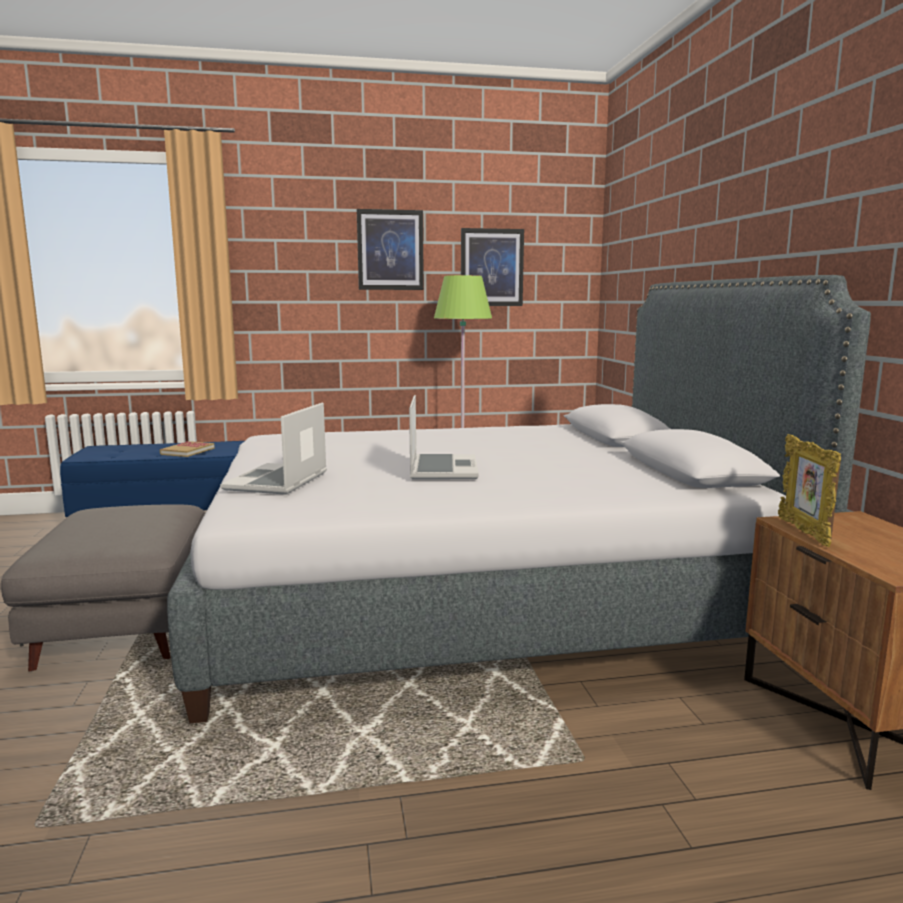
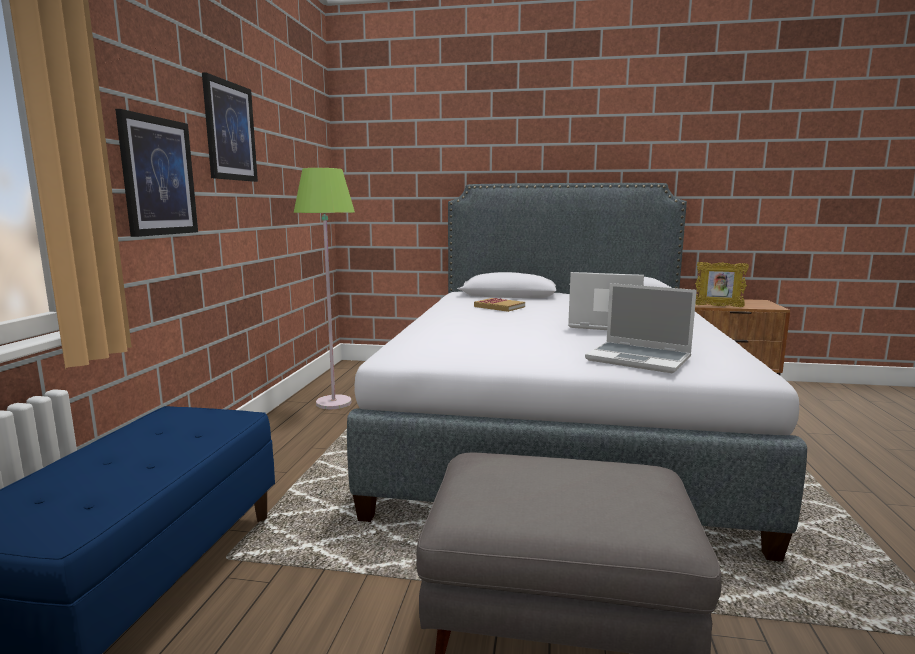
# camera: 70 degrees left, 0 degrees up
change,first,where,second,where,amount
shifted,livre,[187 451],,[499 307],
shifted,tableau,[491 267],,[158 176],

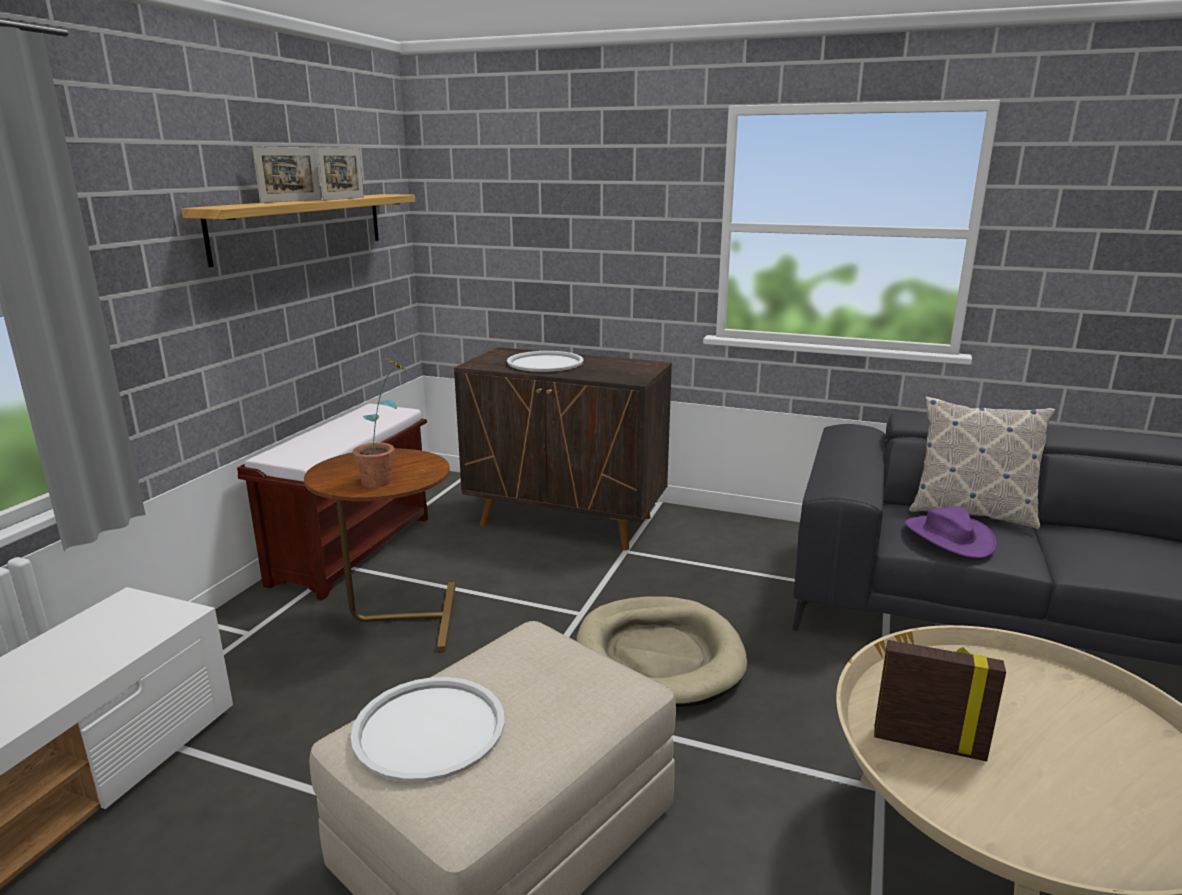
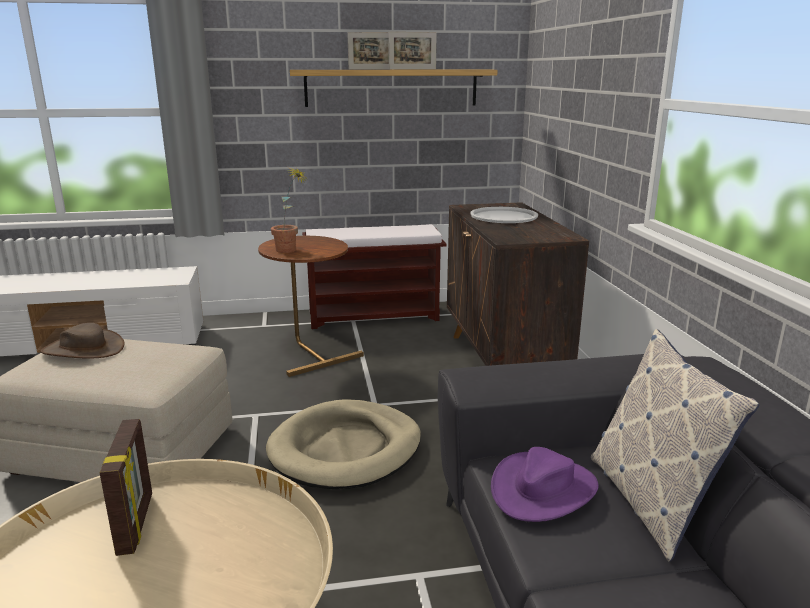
# camera: 60 degrees right, 0 degrees up
change,first,where,second,where,amount
swapped,plateau (blanc),[429 729],chapeau (marron),[83 349],

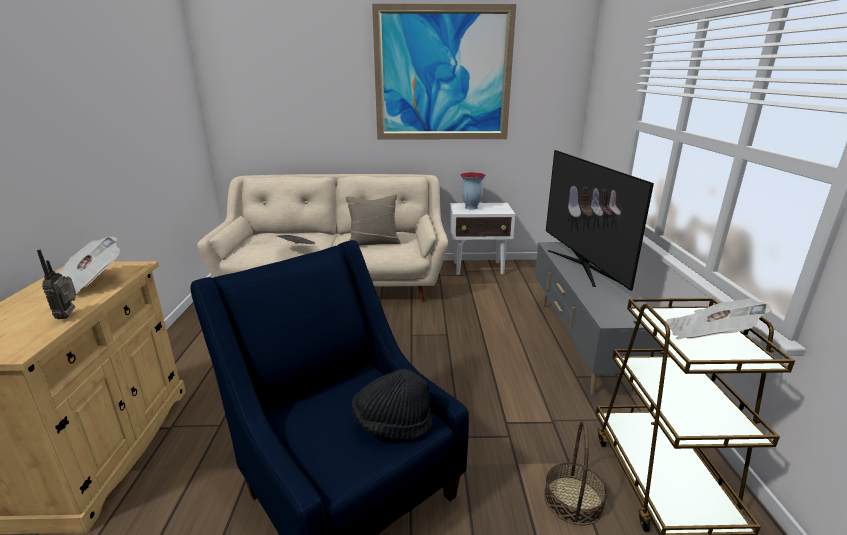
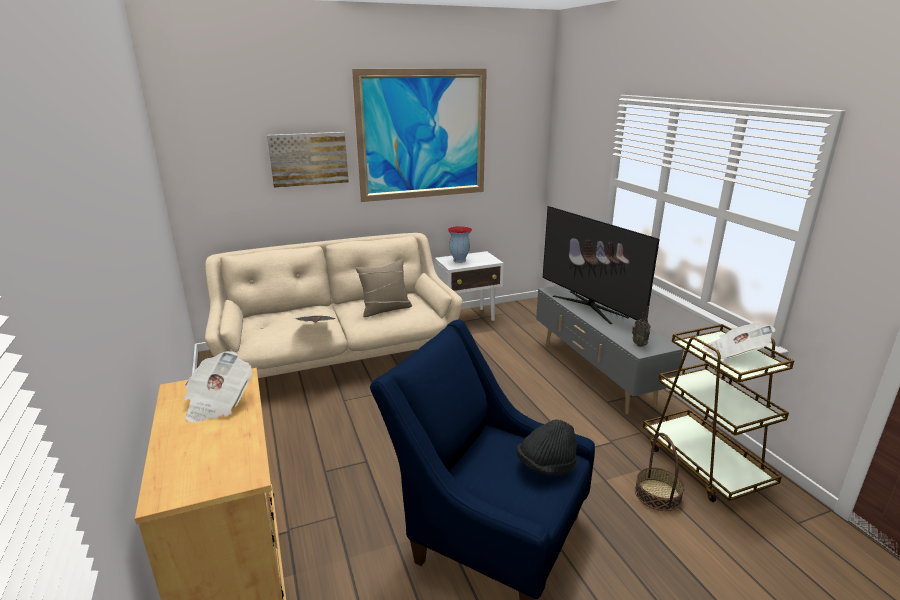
# camera: 20 degrees left, 0 degrees up
change,first,where,second,where,amount
shifted,radio,[70 316],,[639 344],
new,,,tableau,[308 159],

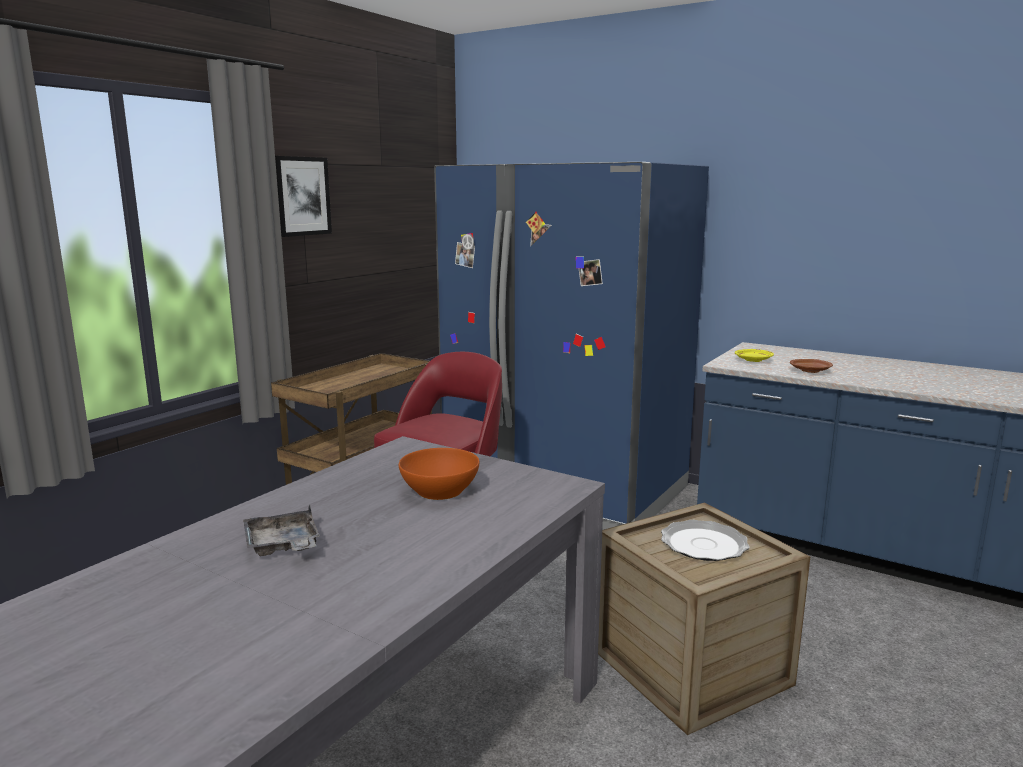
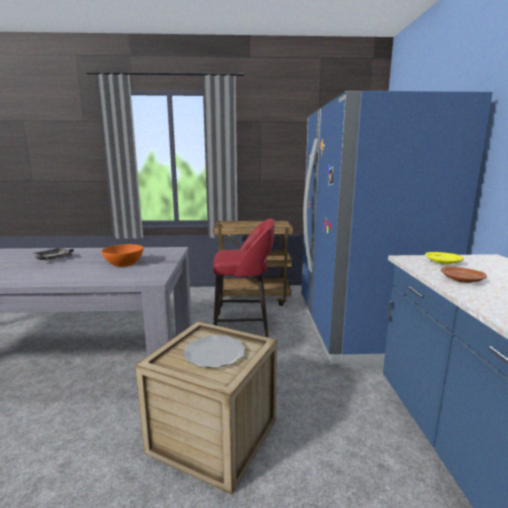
# camera: 55 degrees right, 0 degrees up
change,first,where,second,where,amount
gone,tableau,[301 196],,,

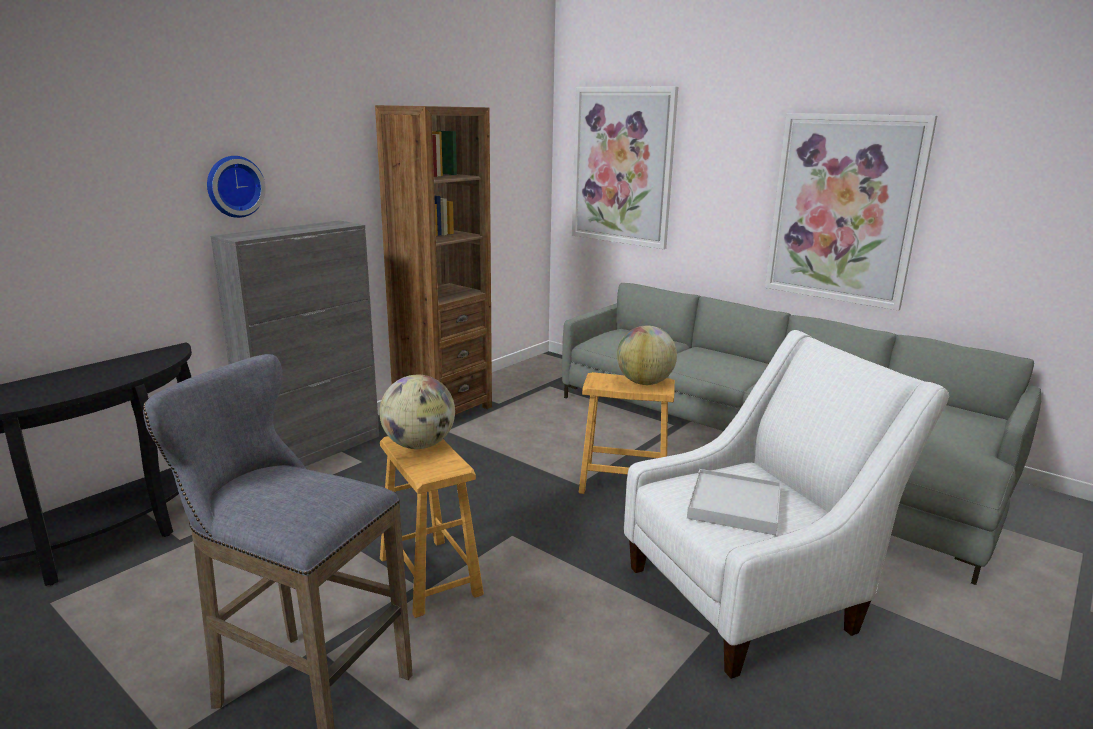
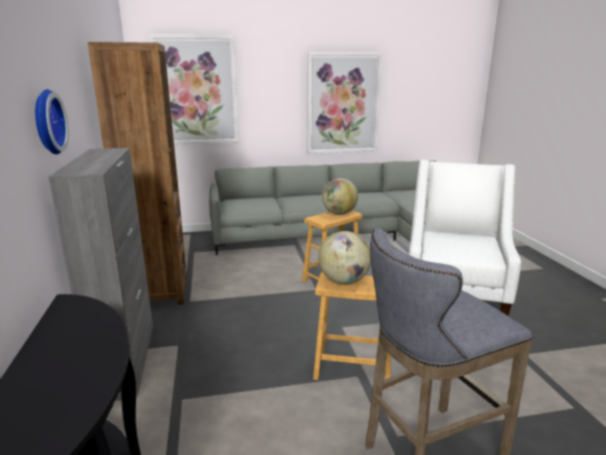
# camera: 50 degrees left, 0 degrees up
change,first,where,second,where,amount
gone,plateau (blanc),[734 505],,,

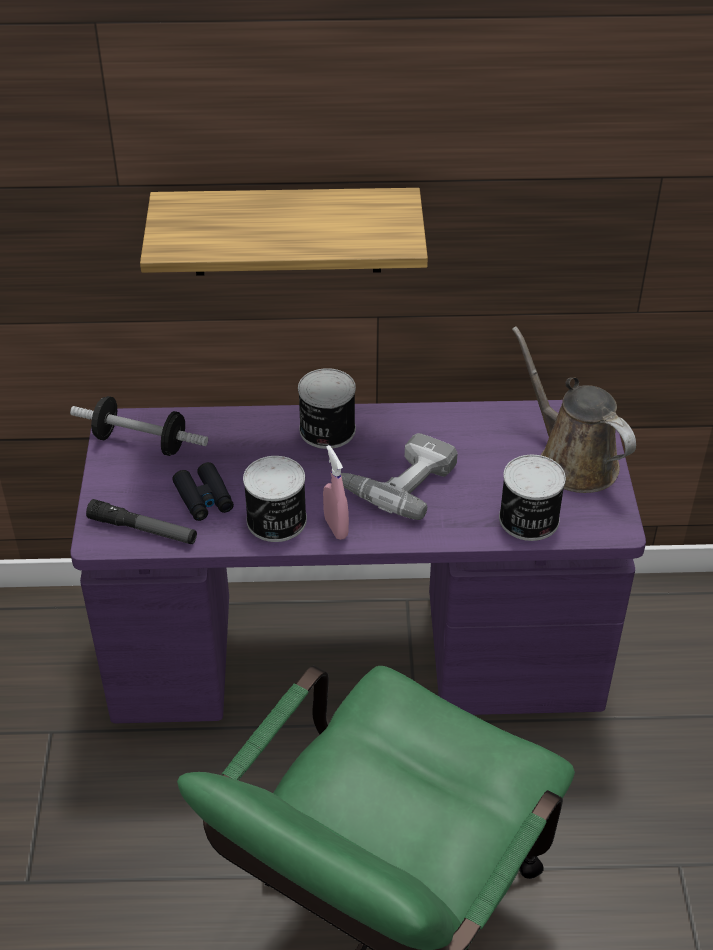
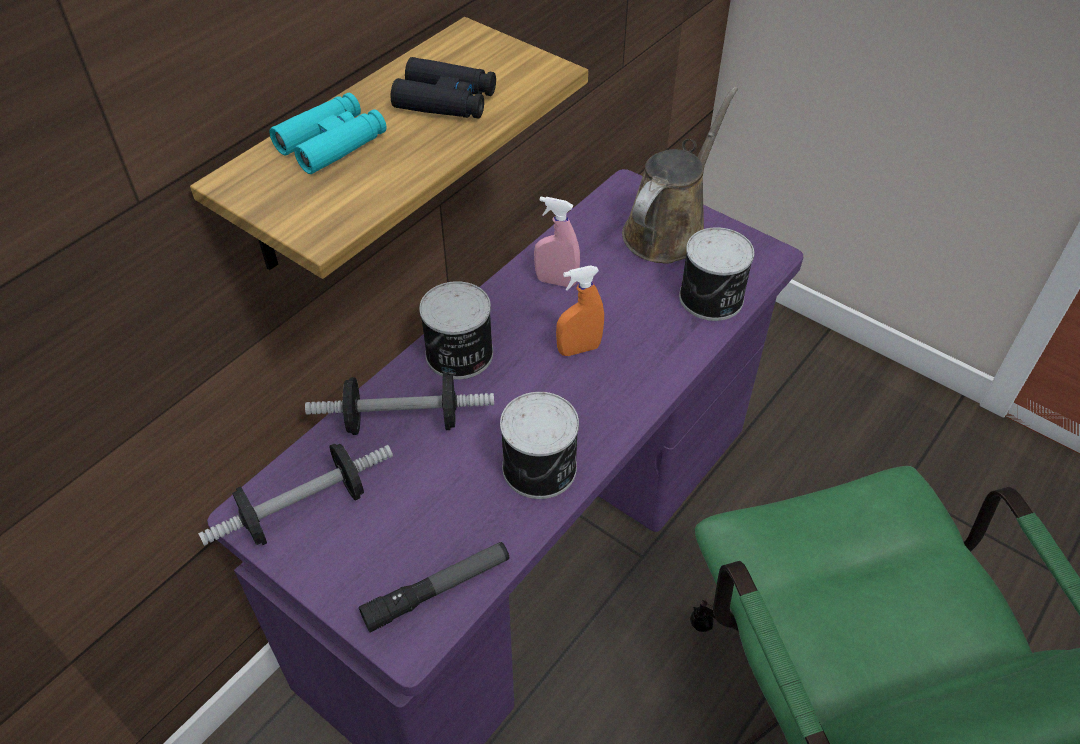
# camera: 50 degrees left, 5 degrees up
change,first,where,second,where,amount
shifted,jumelles (noir),[204 498],,[446 100],
shifted,vaporisateur (rose),[336 528],,[556 281],
swapped,perceuse,[397 481],vaporisateur (orange),[579 349],
rotated,arrosoir (marron),[572 460],,[669 230],120 degrees clockwise
new,,,jumelles (turquoise),[332 143],
new,,,haltère,[403 421],

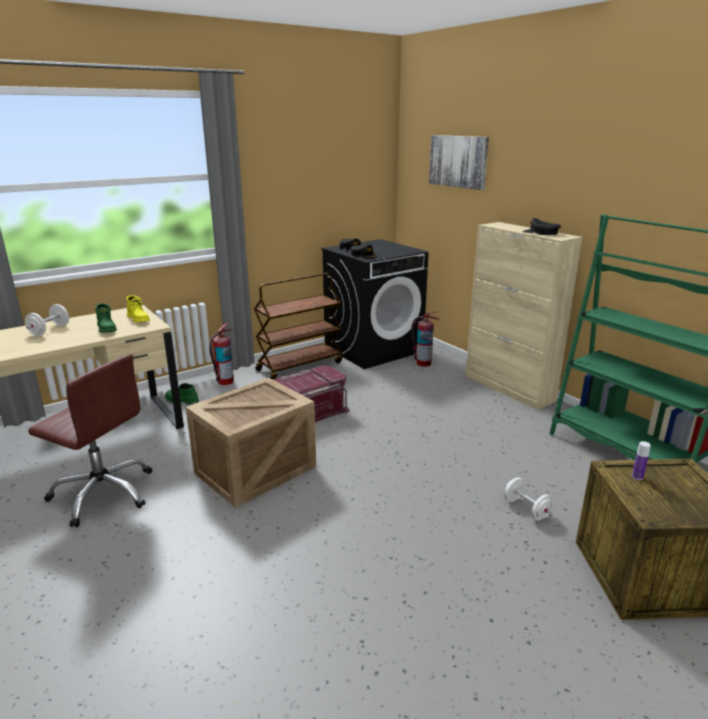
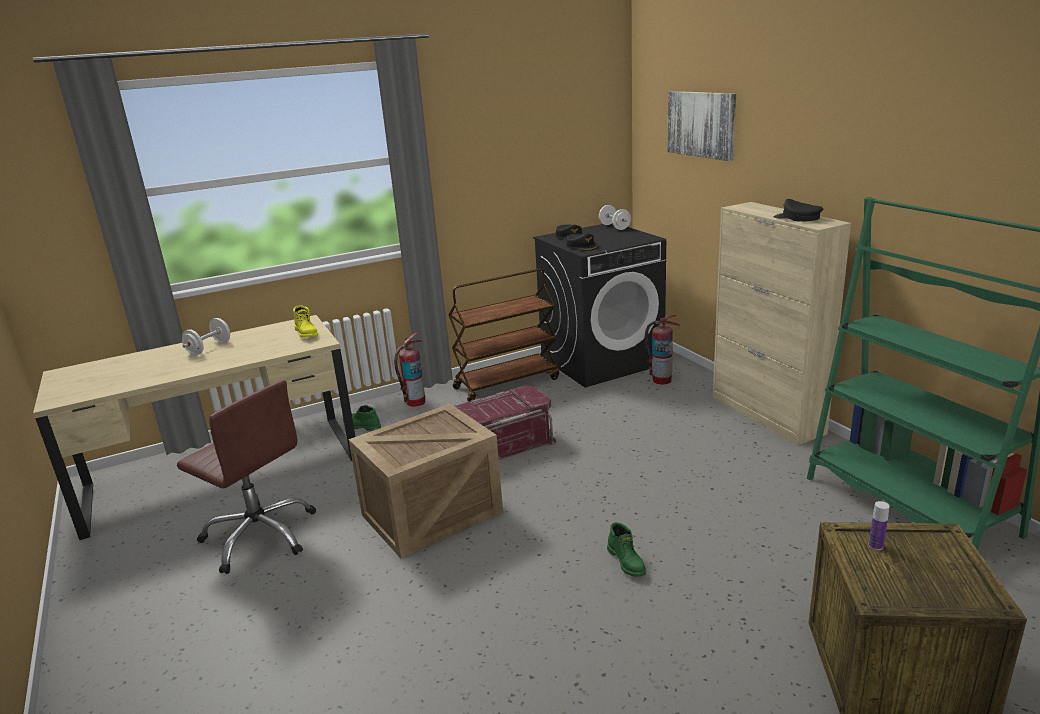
# camera: 10 degrees right, 0 degrees up
change,first,where,second,where,amount
shifted,botte (vert),[107 329],,[627 562],
shifted,haltère (blanc),[526 509],,[614 227],

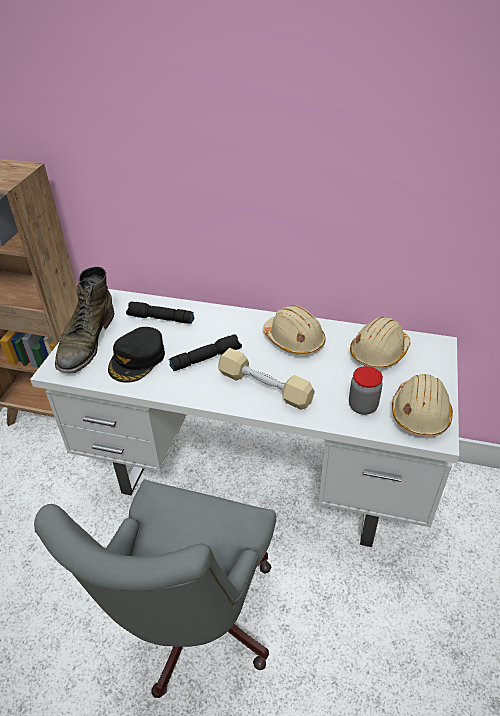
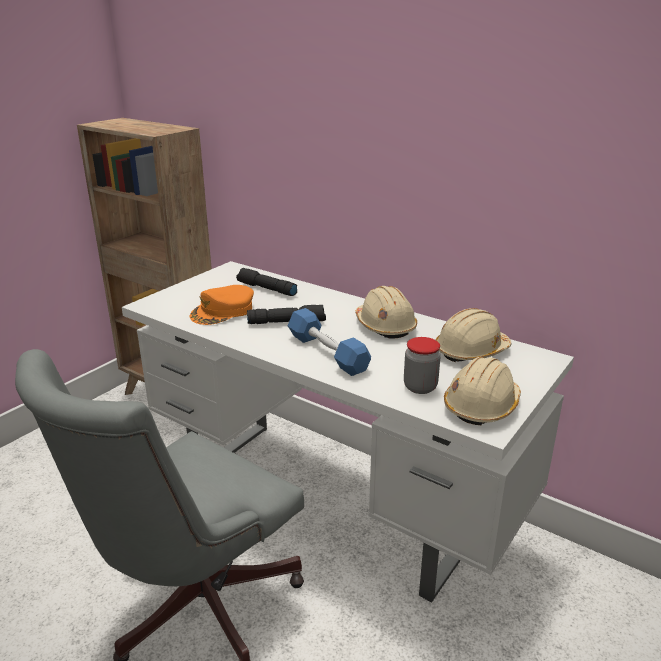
# camera: 20 degrees right, 15 degrees down
change,first,where,second,where,amount
gone,botte (vert),[86 341],,,
repainted,casquette (noir),[137 359],casquette (orange),[223 311],
repainted,haltère (beige),[264 387],haltère (bleu),[327 353],

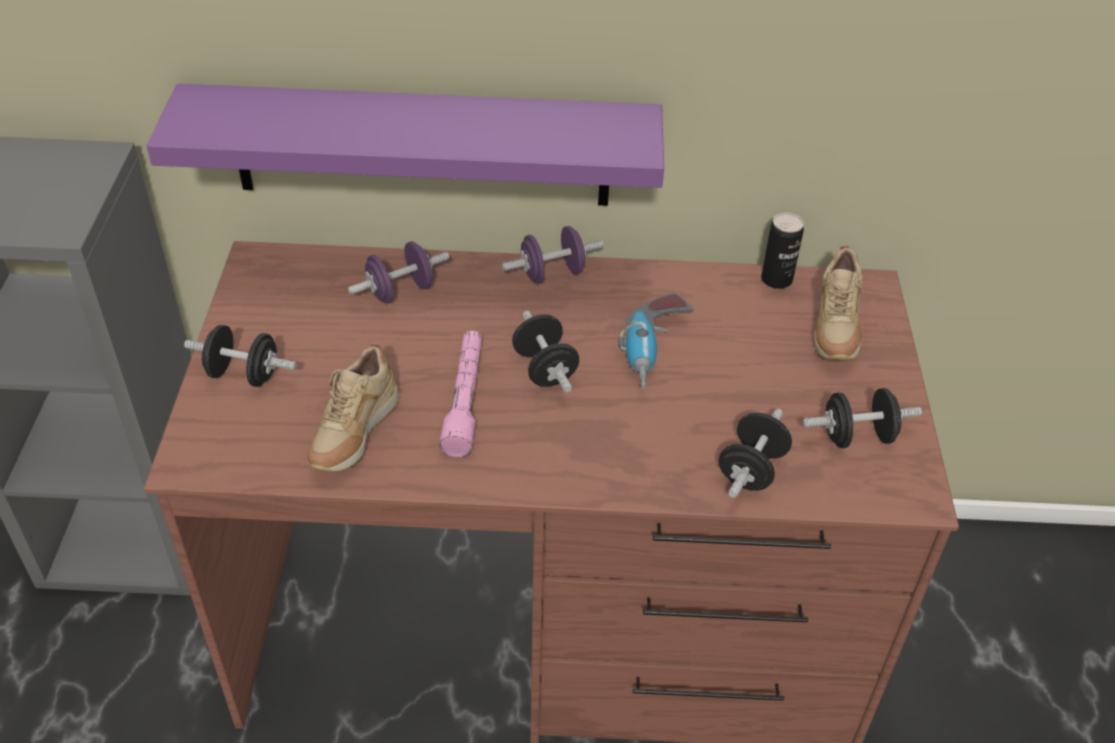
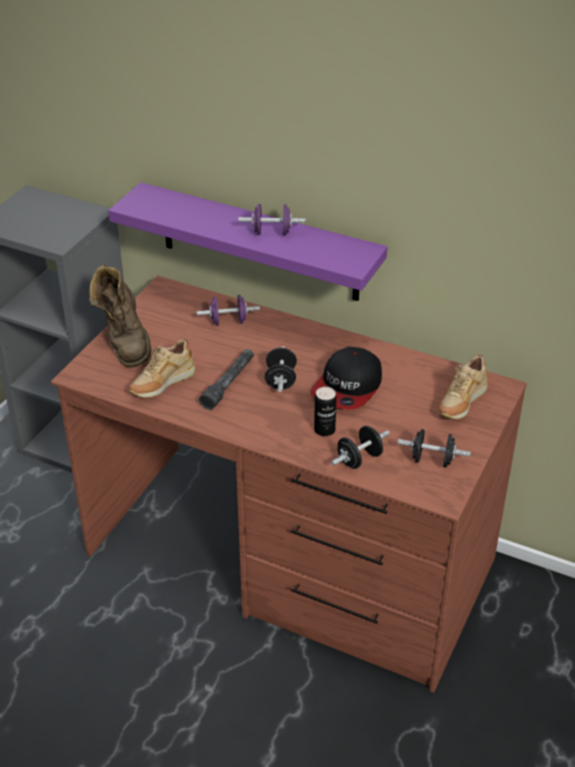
# camera: 25 degrees right, 5 degrees down
change,first,where,second,where,amount
swapped,haltère (noir),[244 374],botte (marron),[125 342],
repainted,lampe de poche (rose),[465 399],lampe de poche (gris),[229 383],
shifted,haltère (violet),[552 273],,[272 232],
swapped,perceuse,[655 351],casquette,[348 387],
shifted,boîte métallique,[776 279],,[324 430],

